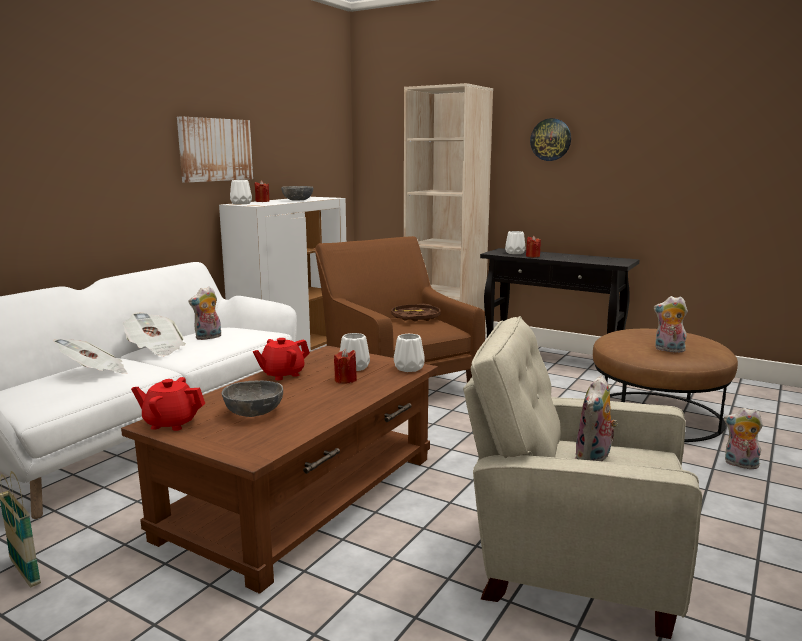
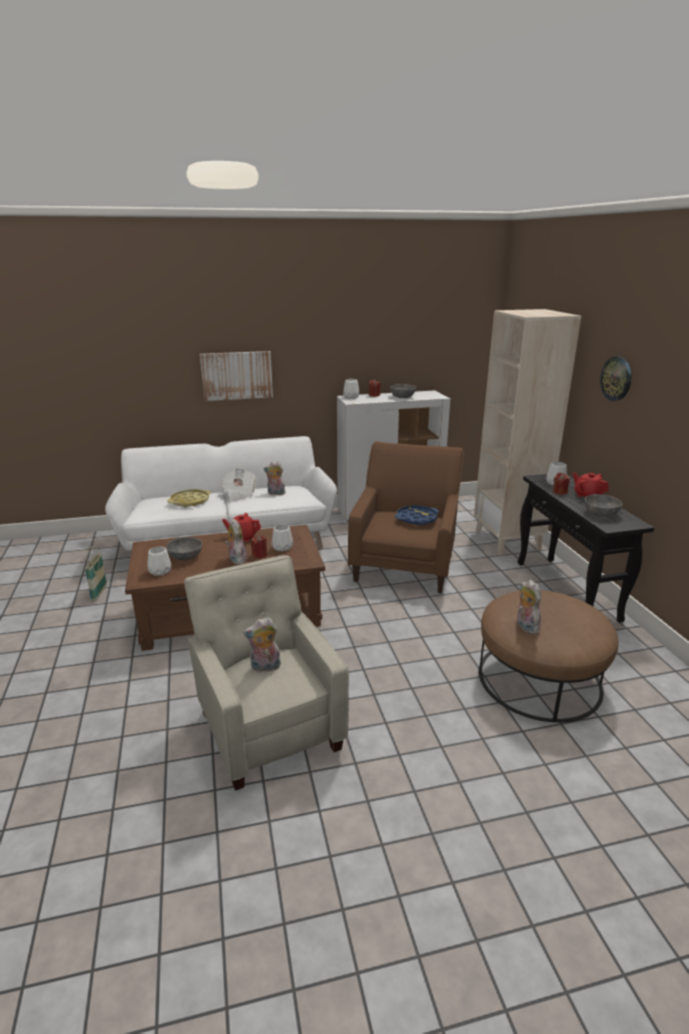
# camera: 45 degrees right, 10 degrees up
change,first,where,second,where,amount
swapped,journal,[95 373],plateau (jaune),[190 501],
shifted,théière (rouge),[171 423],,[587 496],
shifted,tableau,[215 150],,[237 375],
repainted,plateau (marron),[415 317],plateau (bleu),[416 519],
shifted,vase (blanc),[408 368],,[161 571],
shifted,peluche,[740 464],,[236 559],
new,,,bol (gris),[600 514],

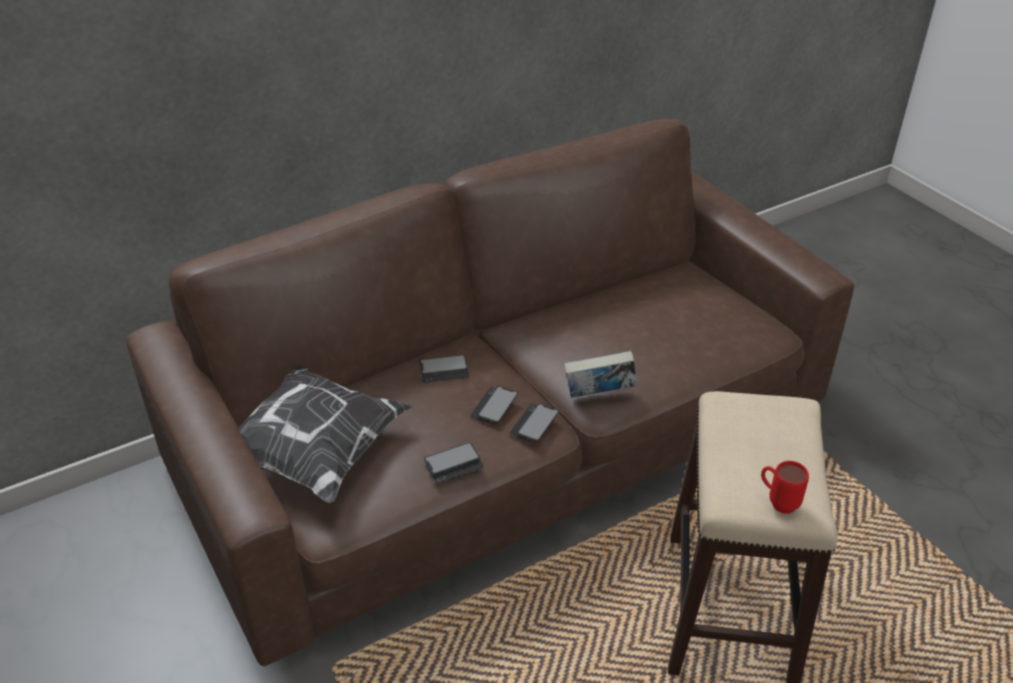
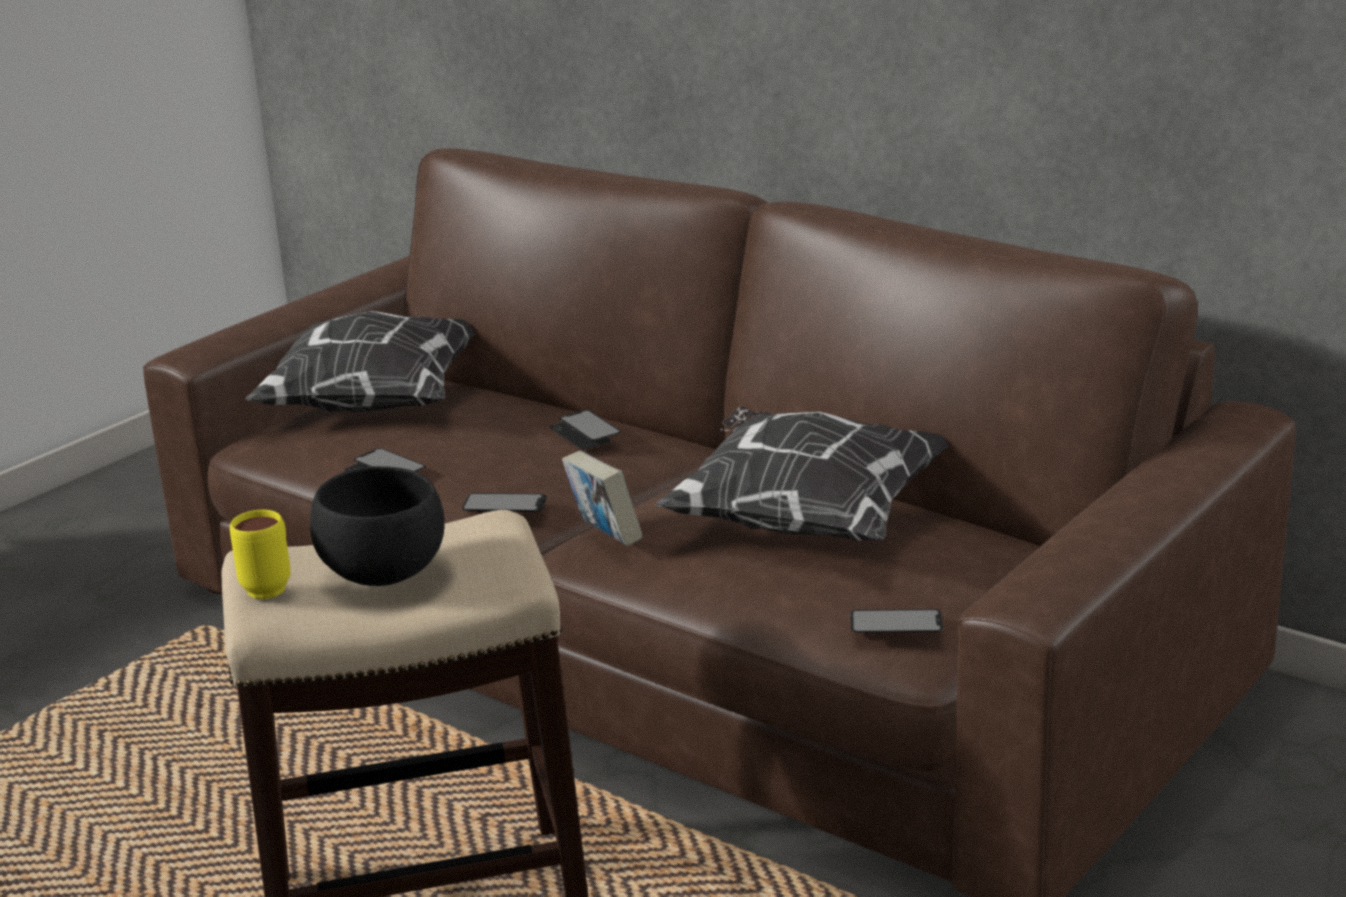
# camera: 70 degrees right, 15 degrees down
change,first,where,second,where,amount
shifted,téléphone,[494 406],,[895 624],
repainted,mug (rouge),[777 502],mug (jaune),[272 586],
new,,,bol (noir),[387 575],
new,,,coussin,[804 521],

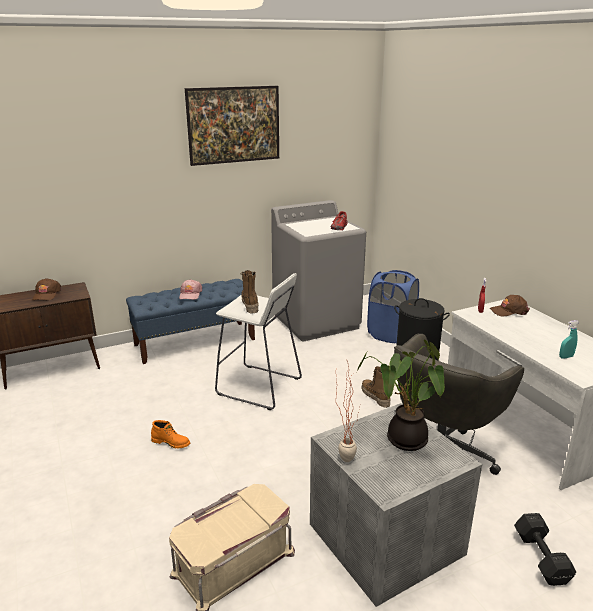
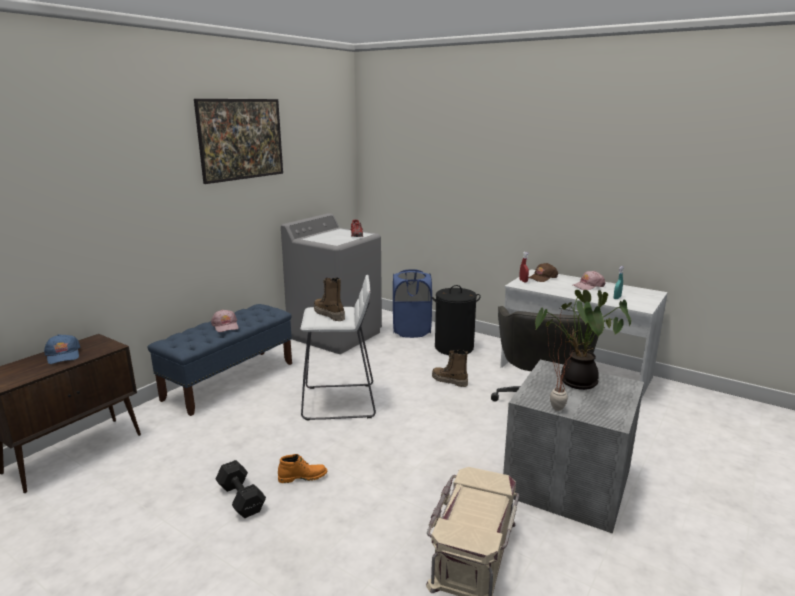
# camera: 30 degrees left, 5 degrees down
change,first,where,second,where,amount
repainted,casquette (marron),[46 294],casquette (bleu),[63 355],
shifted,haltère (noir),[541 556],,[241 498],
new,,,casquette (rose),[588 286],

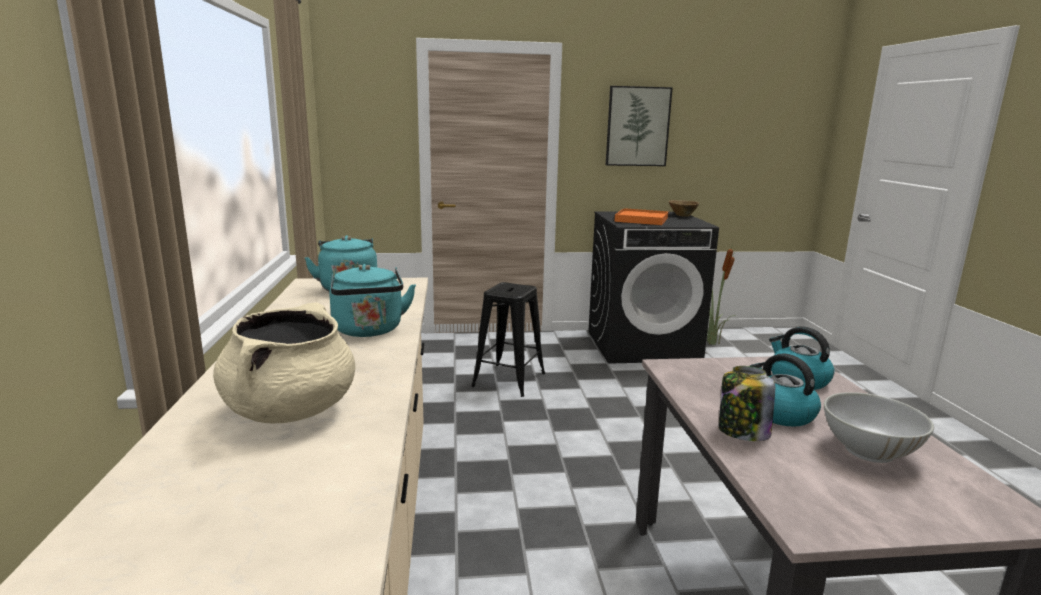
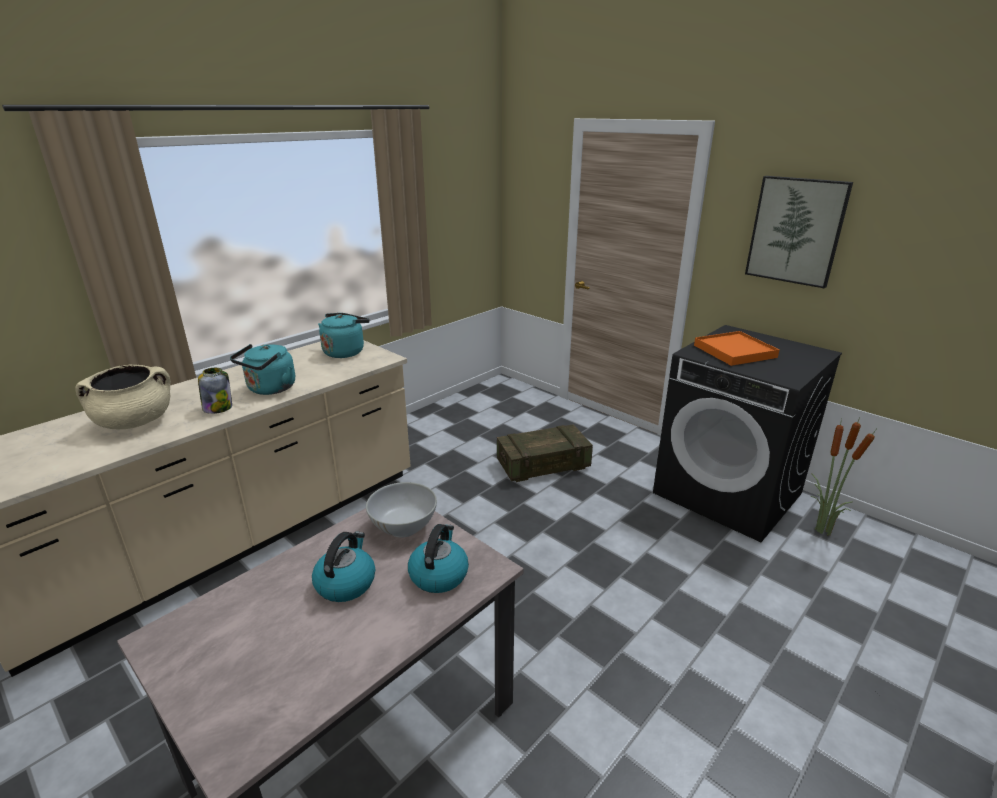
# camera: 50 degrees right, 10 degrees up
change,first,where,second,where,amount
swapped,tabouret (noir),[509 380],caisse,[543 465],
gone,bol (marron),[682 215],,,
shifted,bocal,[742 432],,[218 408],
shifted,bol (blanc),[868 451],,[404 527],

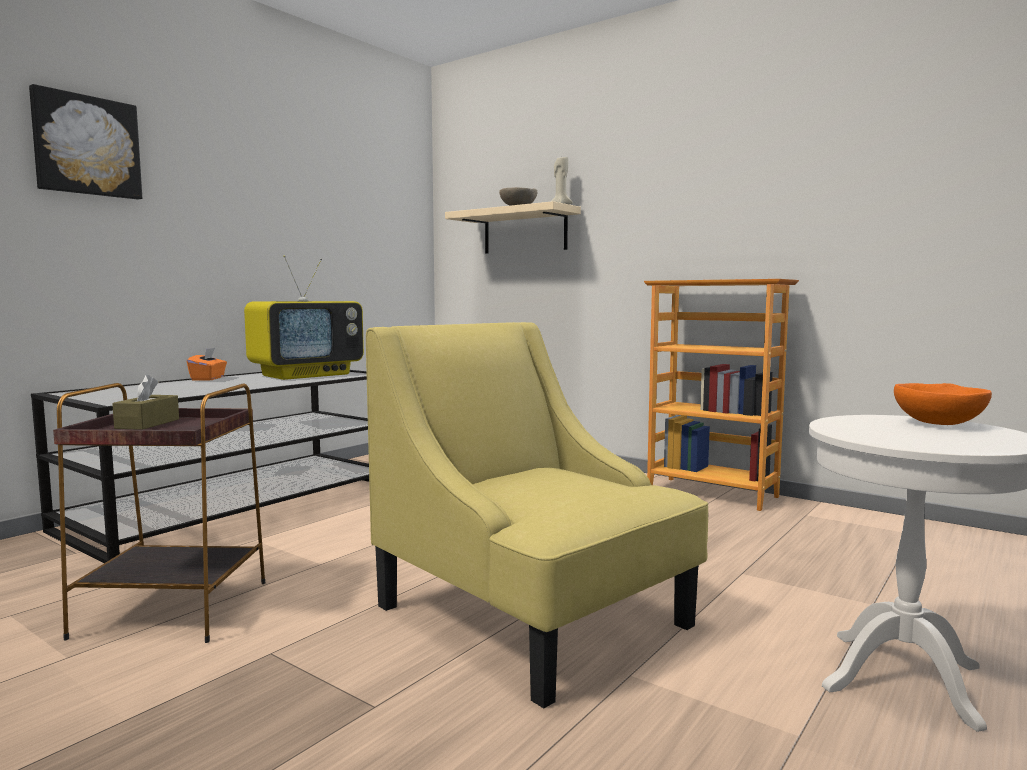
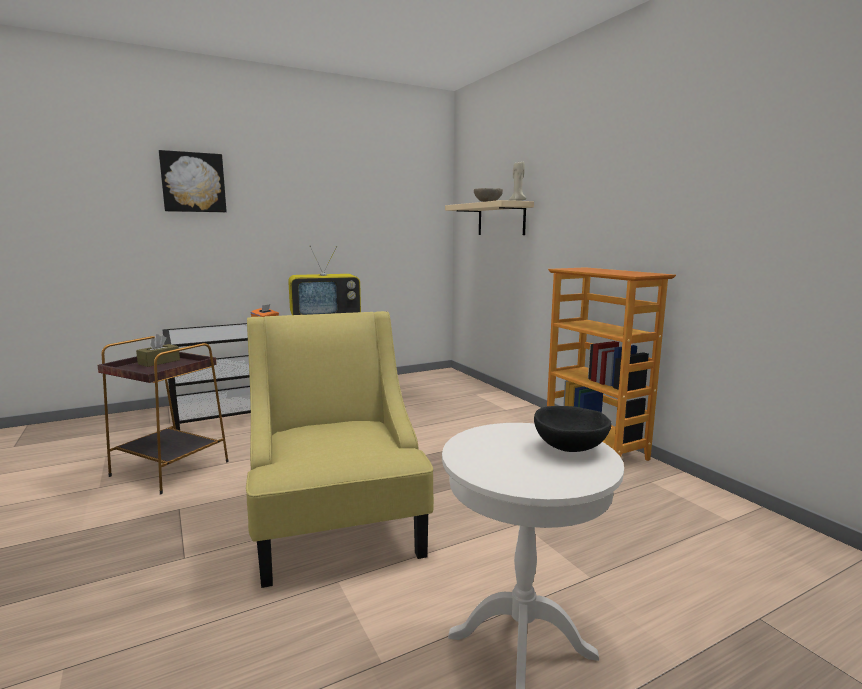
# camera: 25 degrees right, 5 degrees up
change,first,where,second,where,amount
repainted,bol (orange),[939 424],bol (noir),[570 448],

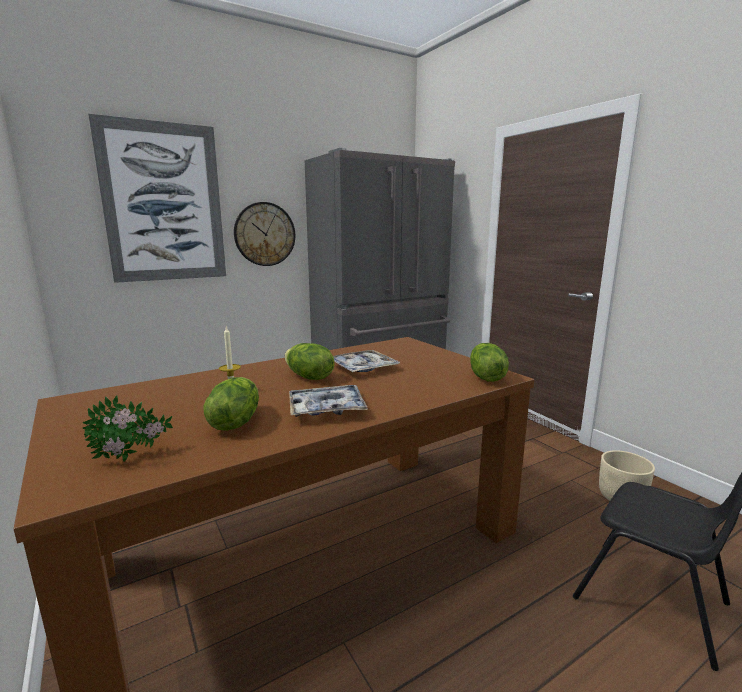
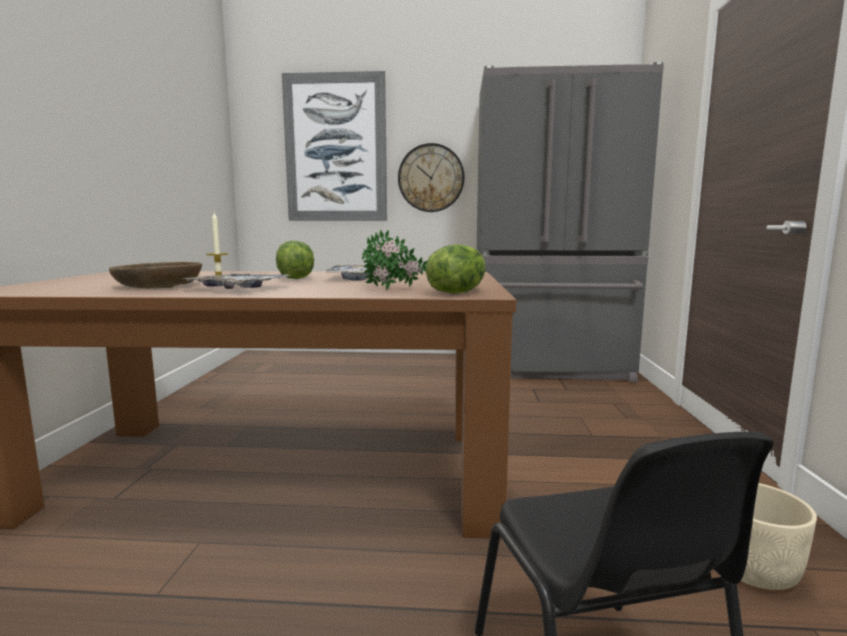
# camera: 35 degrees right, 5 degrees down
change,first,where,second,where,amount
shifted,plante en pot,[133 457],,[394 289],
swapped,laitue,[235 422],bol (marron),[159 286],

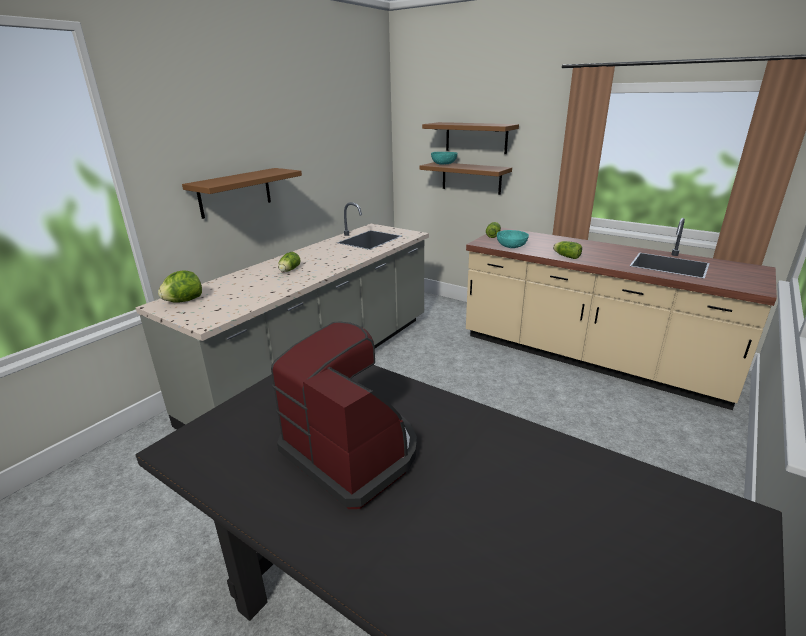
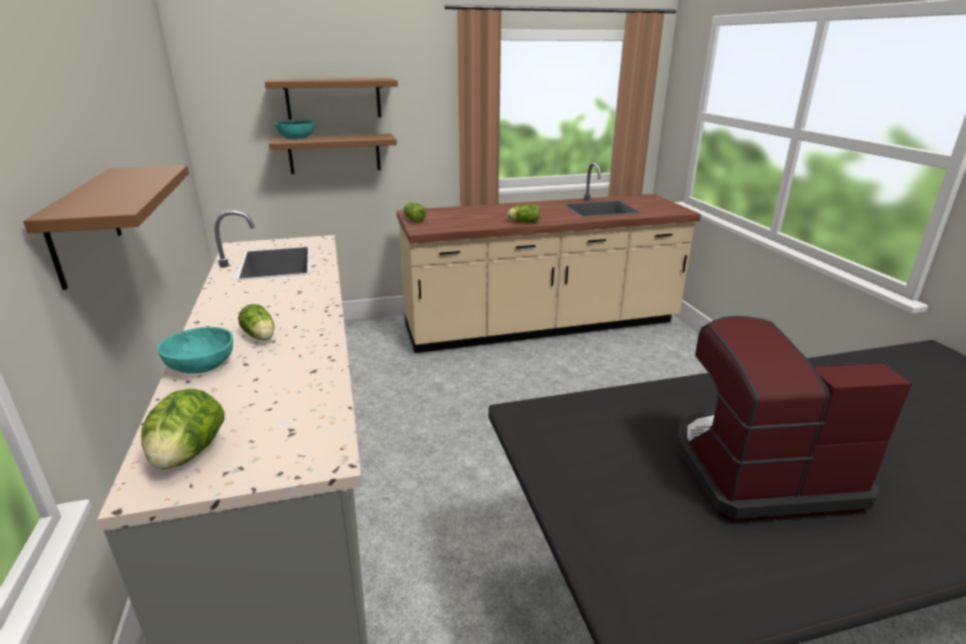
# camera: 50 degrees left, 0 degrees up
change,first,where,second,where,amount
shifted,bol (turquoise),[511 246],,[201 366],

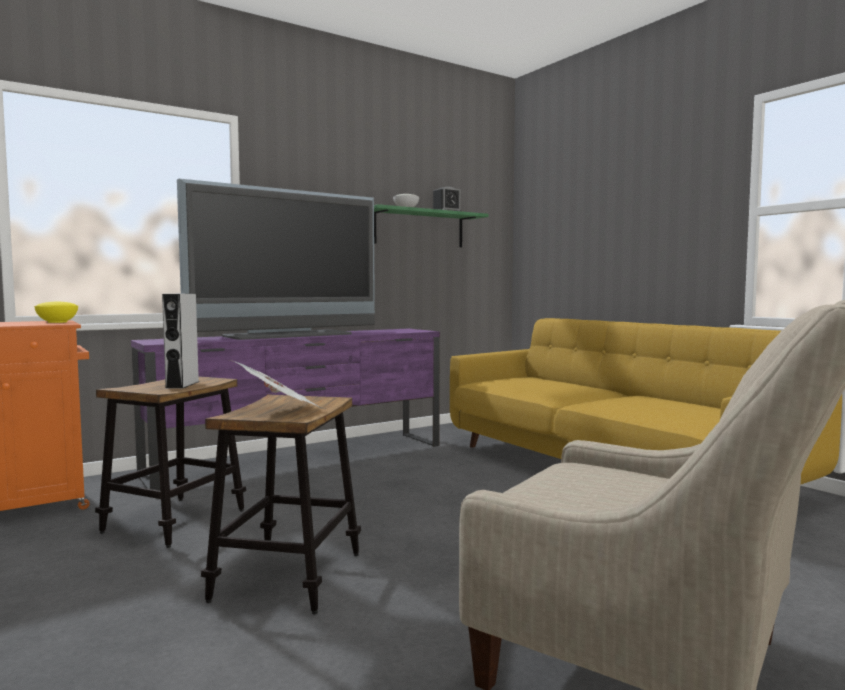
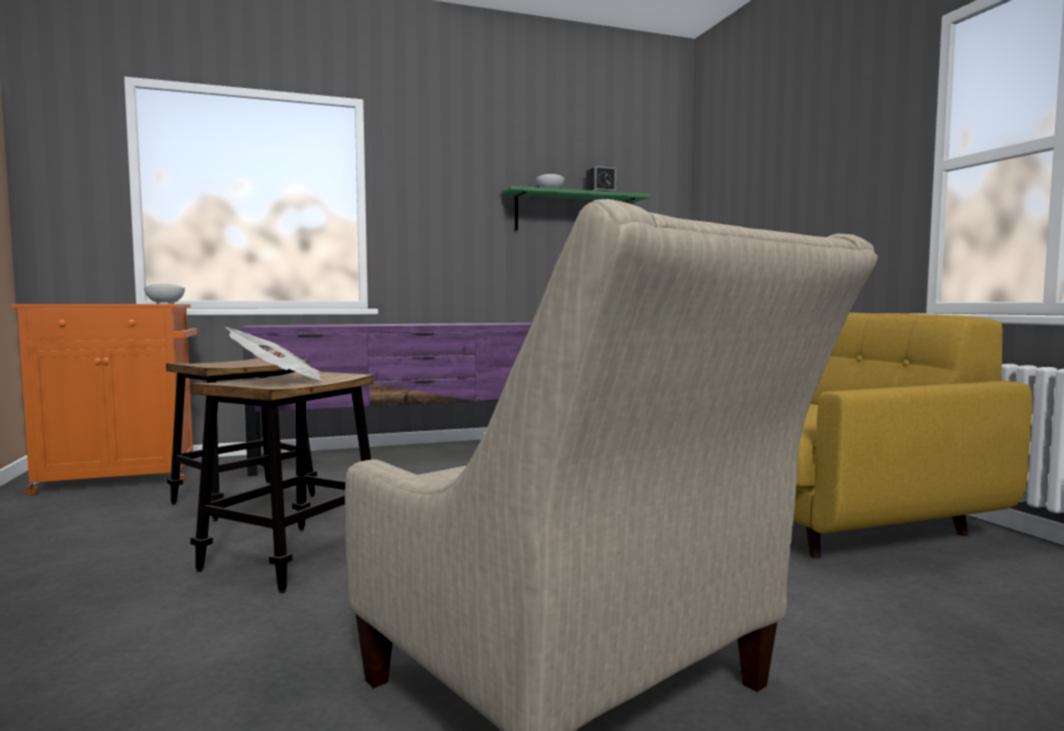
# camera: 15 degrees right, 0 degrees up
change,first,where,second,where,amount
repainted,bol (jaune),[57 322],bol (blanc),[165 303],
gone,enceinte (gris),[182 385],,,
gone,téléviseur,[288 335],,,

